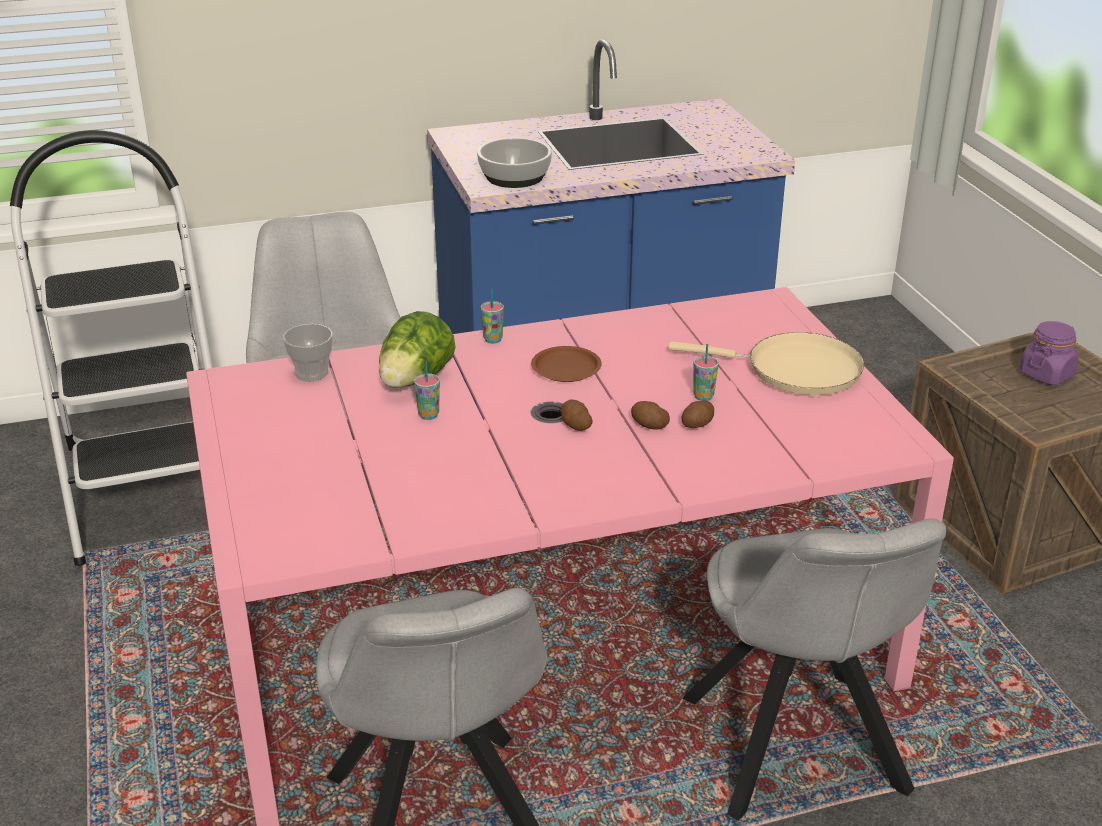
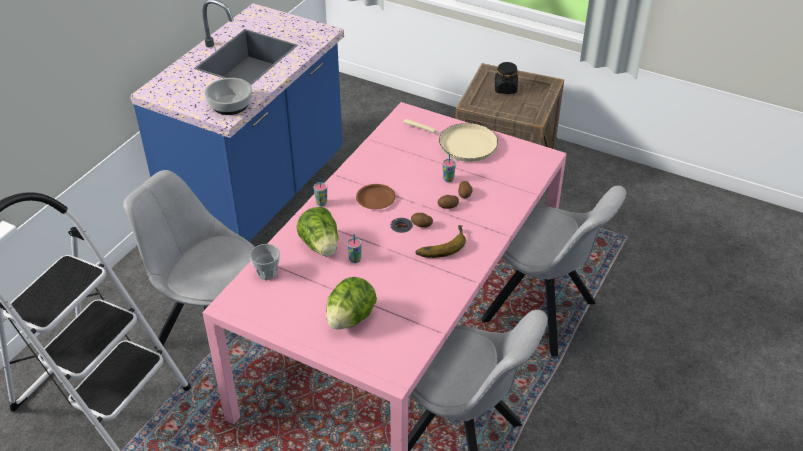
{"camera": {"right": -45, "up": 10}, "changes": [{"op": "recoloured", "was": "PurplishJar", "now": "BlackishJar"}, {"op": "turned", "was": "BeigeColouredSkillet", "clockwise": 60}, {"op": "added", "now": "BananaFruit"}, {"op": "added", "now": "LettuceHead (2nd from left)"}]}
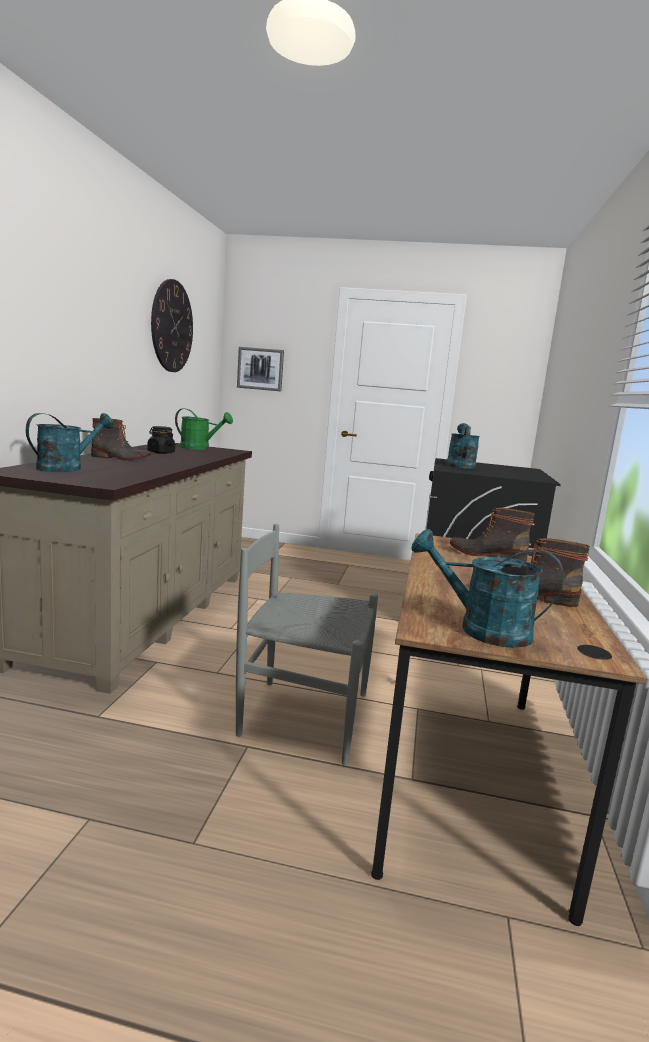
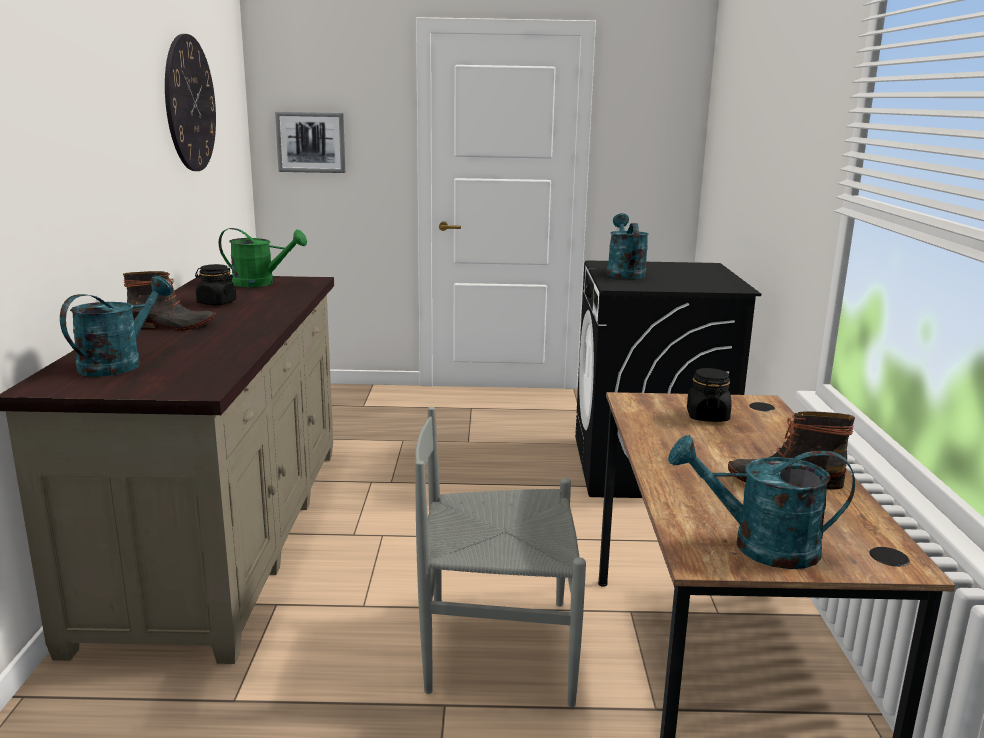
{"camera": {"right": -10, "up": 5}, "changes": [{"op": "replaced", "was": "Boot (2nd from left)", "now": "BlackishJar (2nd from left)"}]}
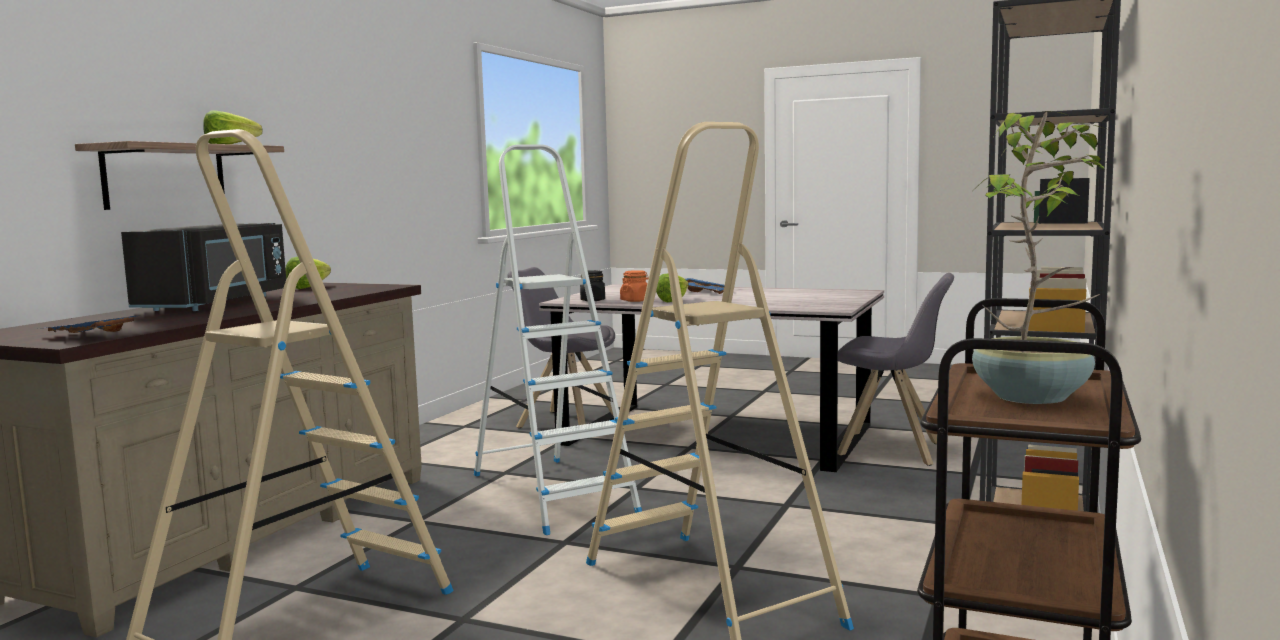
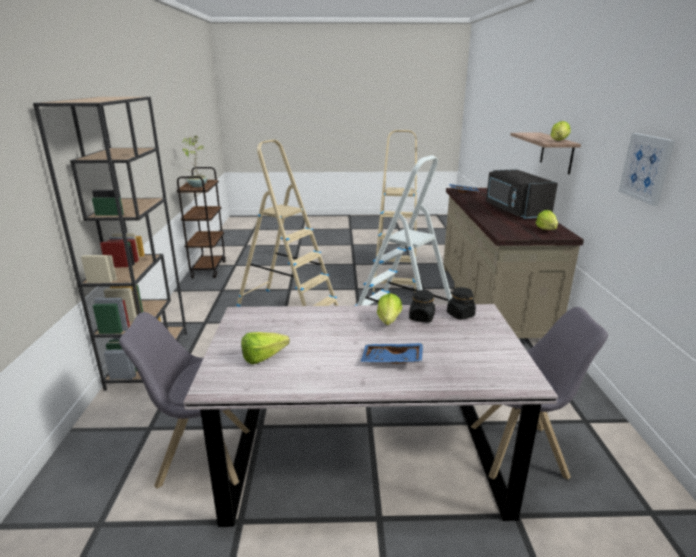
{"camera": {"right": 155, "up": 15}, "changes": [{"op": "recoloured", "was": "OrangeColouredJar", "now": "BlackishJar (1st from left)"}, {"op": "added", "now": "WallPicture"}, {"op": "added", "now": "LettuceHead (1st from left)"}]}
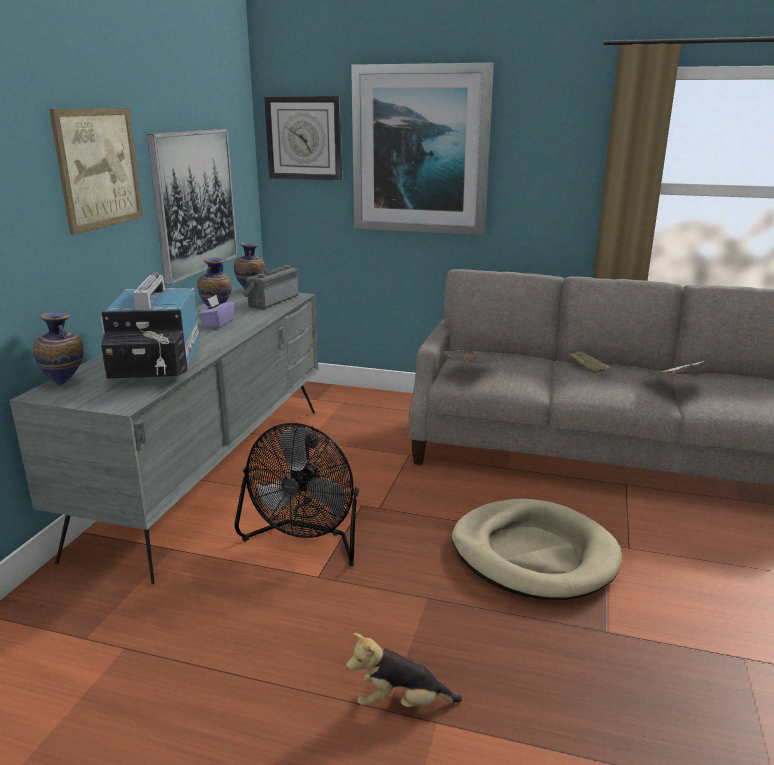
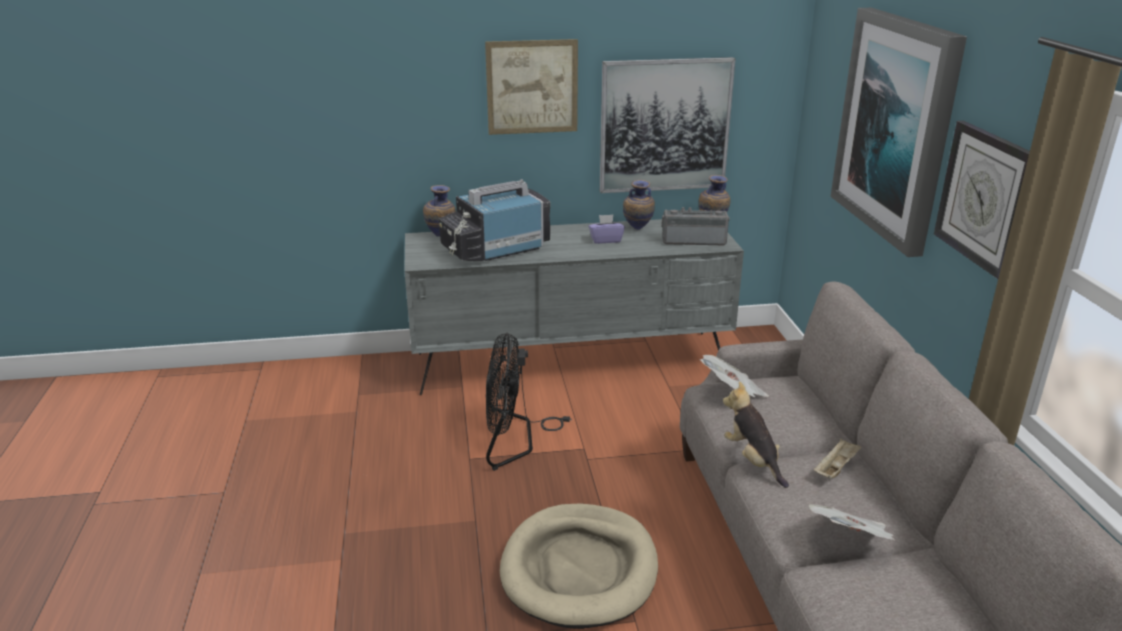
{"camera": {"right": 65, "up": 5}, "changes": [{"op": "moved", "was": "ClockOnTheWall"}, {"op": "moved", "was": "SoftToy"}]}
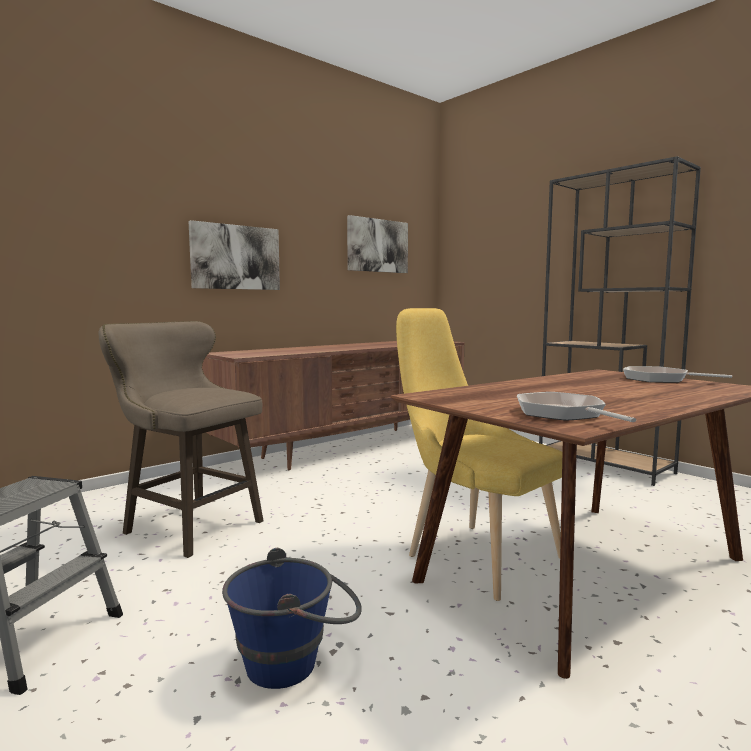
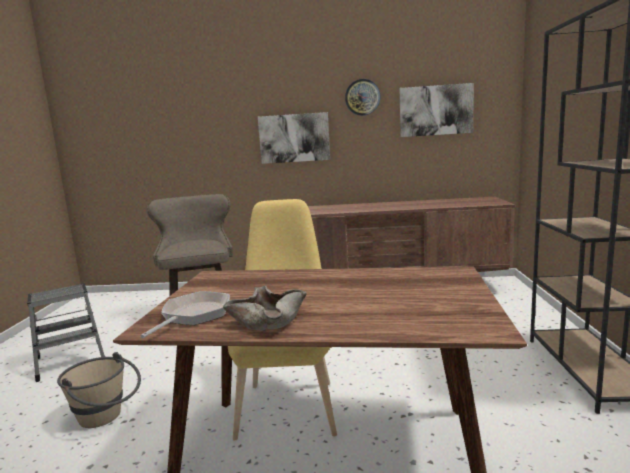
{"camera": {"right": 45, "up": 5}, "changes": [{"op": "removed", "was": "Skillet (2nd from left)"}, {"op": "recoloured", "was": "BluishBucket", "now": "BeigeColouredBucket"}, {"op": "added", "now": "ClockOnTheWall"}, {"op": "added", "now": "BeigeColouredBowl"}]}
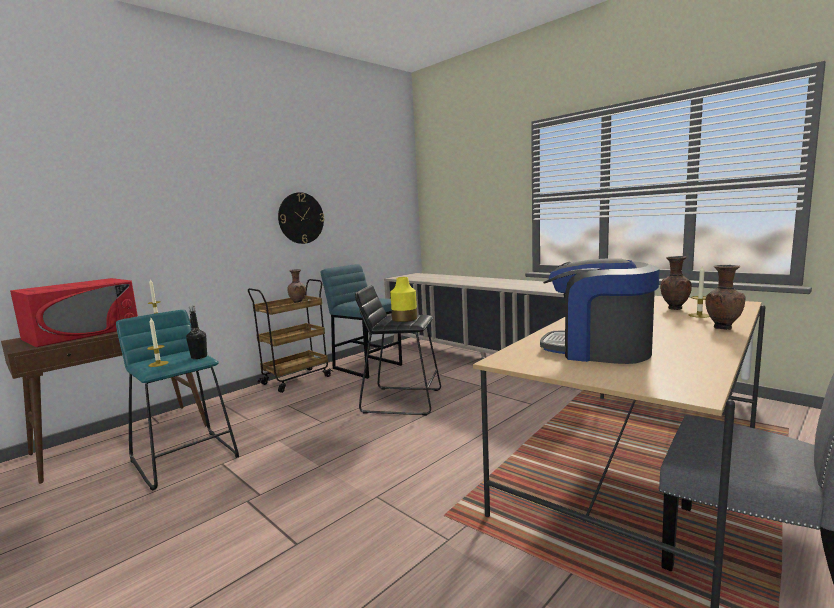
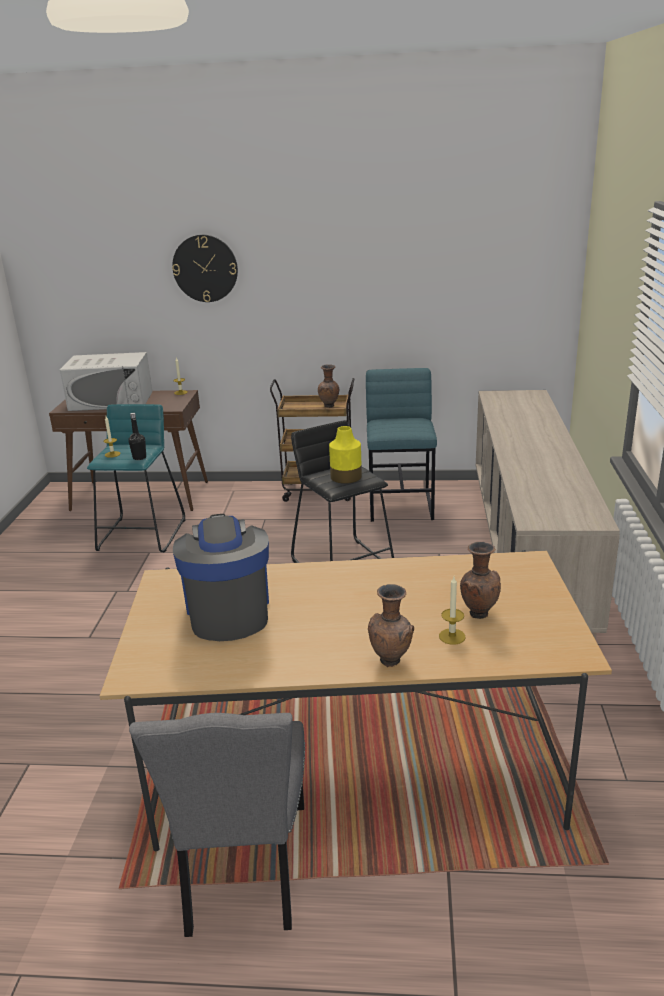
{"camera": {"right": 50, "up": 15}, "changes": [{"op": "moved", "was": "ClockOnTheWall"}, {"op": "recoloured", "was": "RedColouredMicrowaveOven", "now": "WhiteColouredMicrowaveOven"}]}
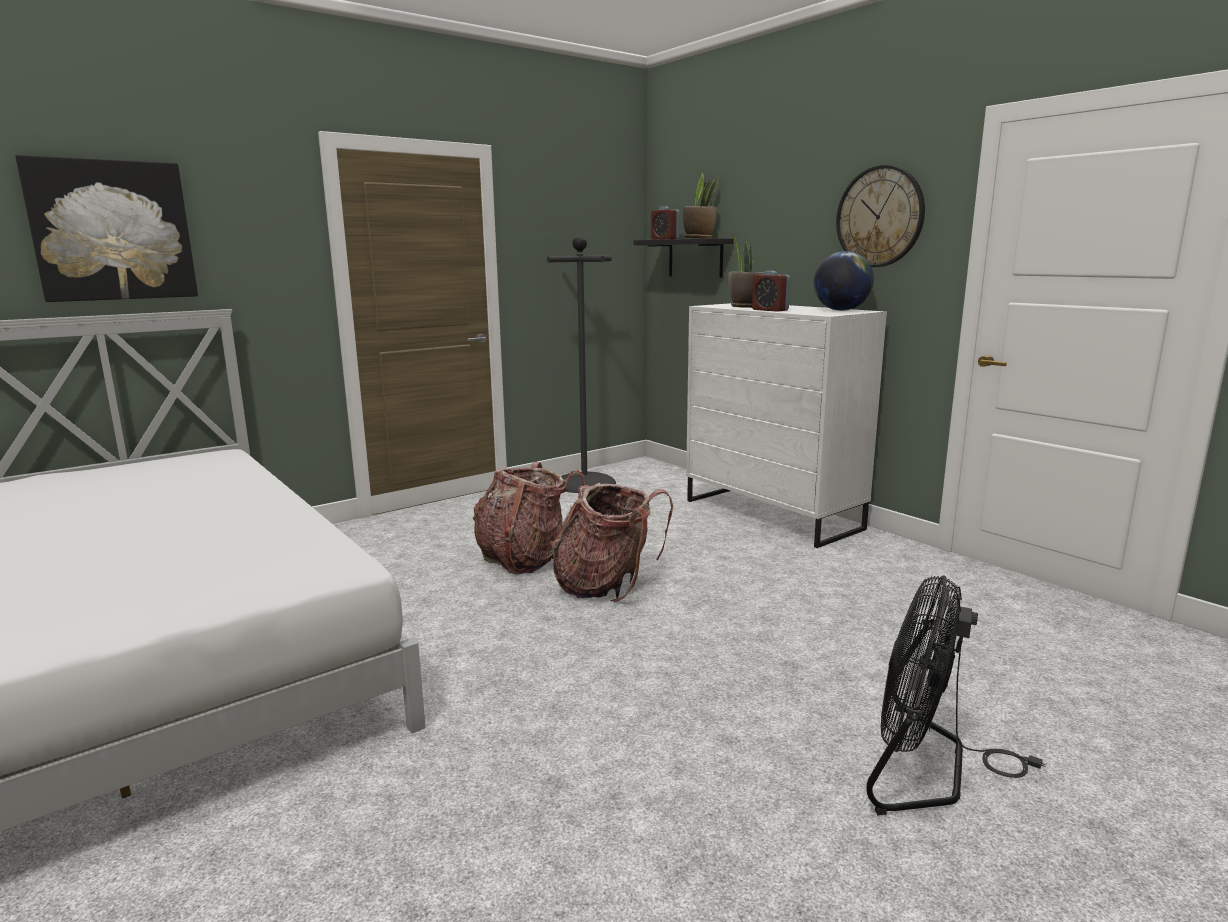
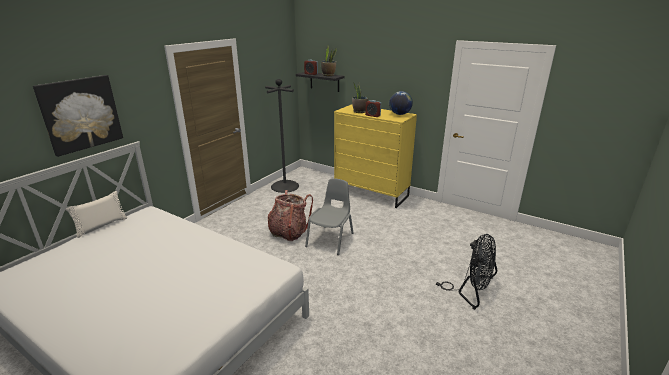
{"camera": {"right": -20, "up": 10}, "changes": [{"op": "removed", "was": "ClockOnTheWall"}, {"op": "recoloured", "was": "WhiteColouredDresser", "now": "YellowishDresser"}, {"op": "replaced", "was": "Rucksack (2nd from left)", "now": "GreyUprightChair"}, {"op": "turned", "was": "BlackishFan", "clockwise": -150}, {"op": "added", "now": "WhiteColouredPillow"}]}
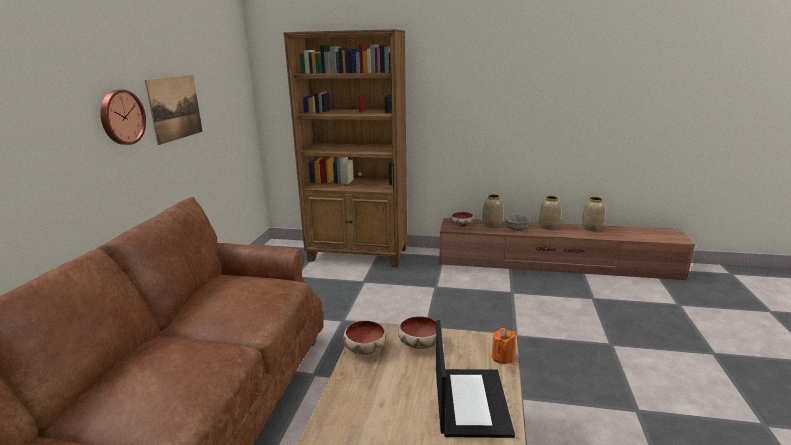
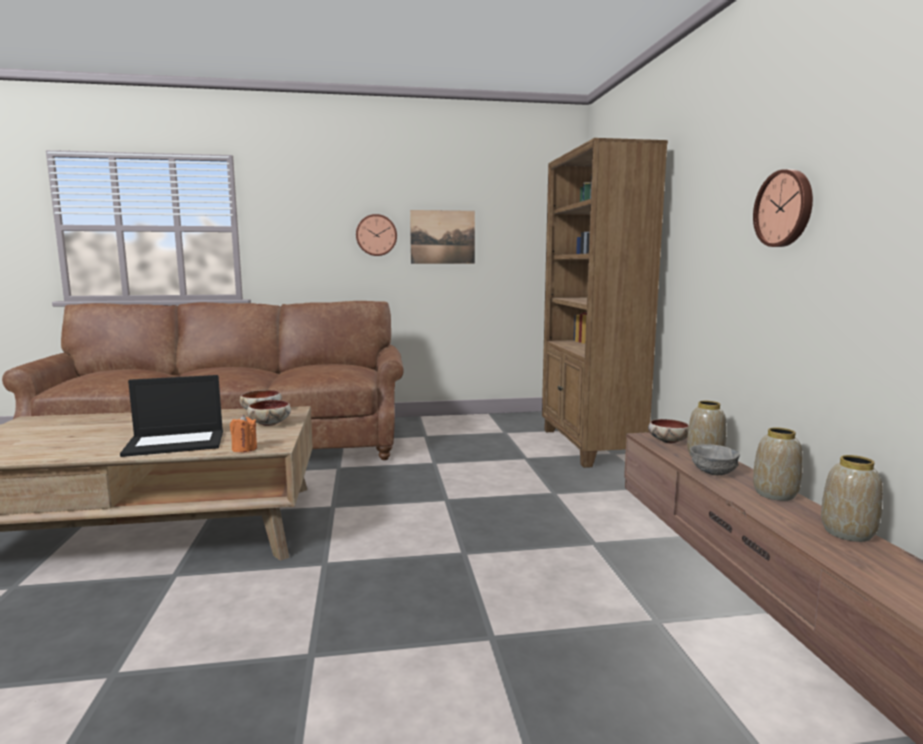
{"camera": {"right": 70, "up": -10}, "changes": [{"op": "added", "now": "ClockOnTheWall (2nd from left)"}]}
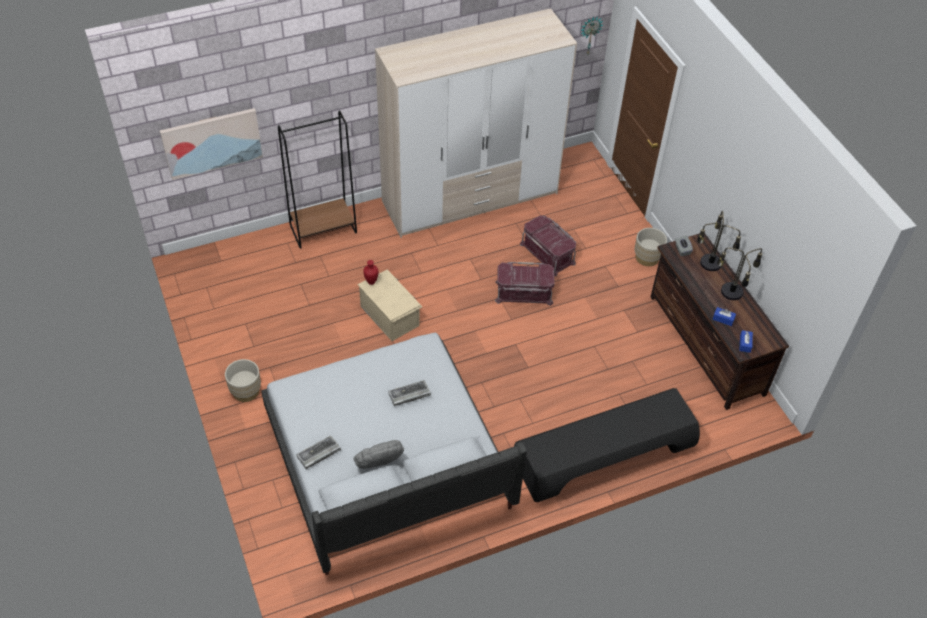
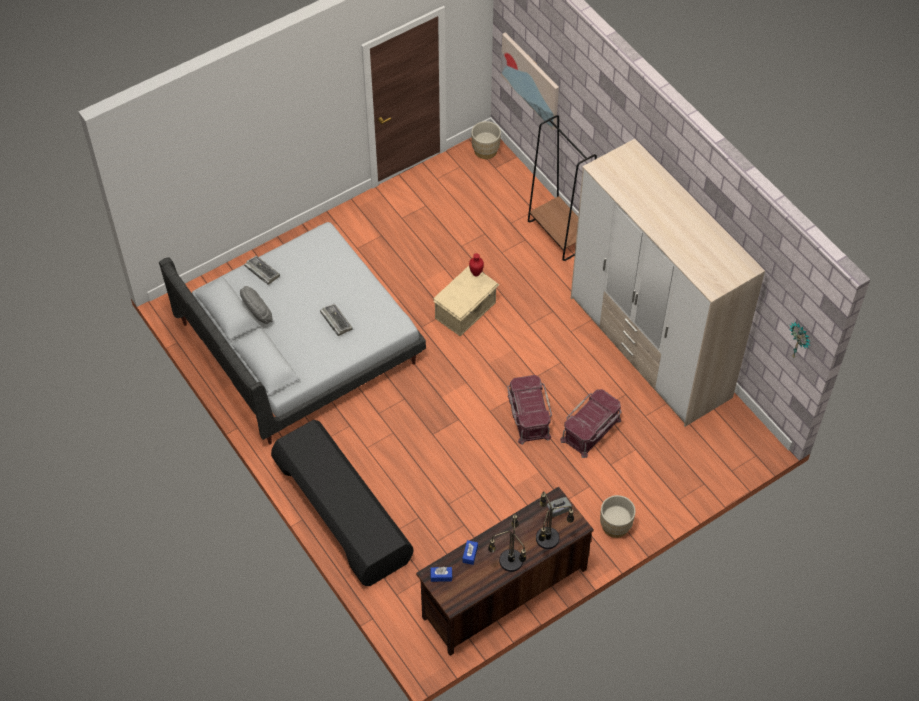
{"camera": {"right": 80, "up": 5}, "changes": [{"op": "moved", "was": "BeigeColouredFlowerPot (1st from left)"}]}
